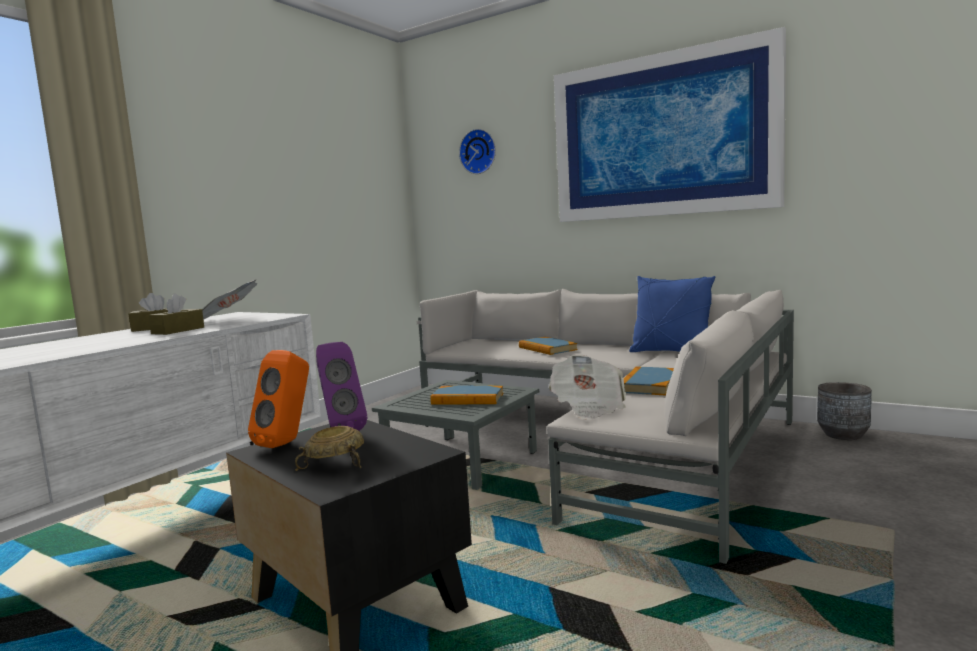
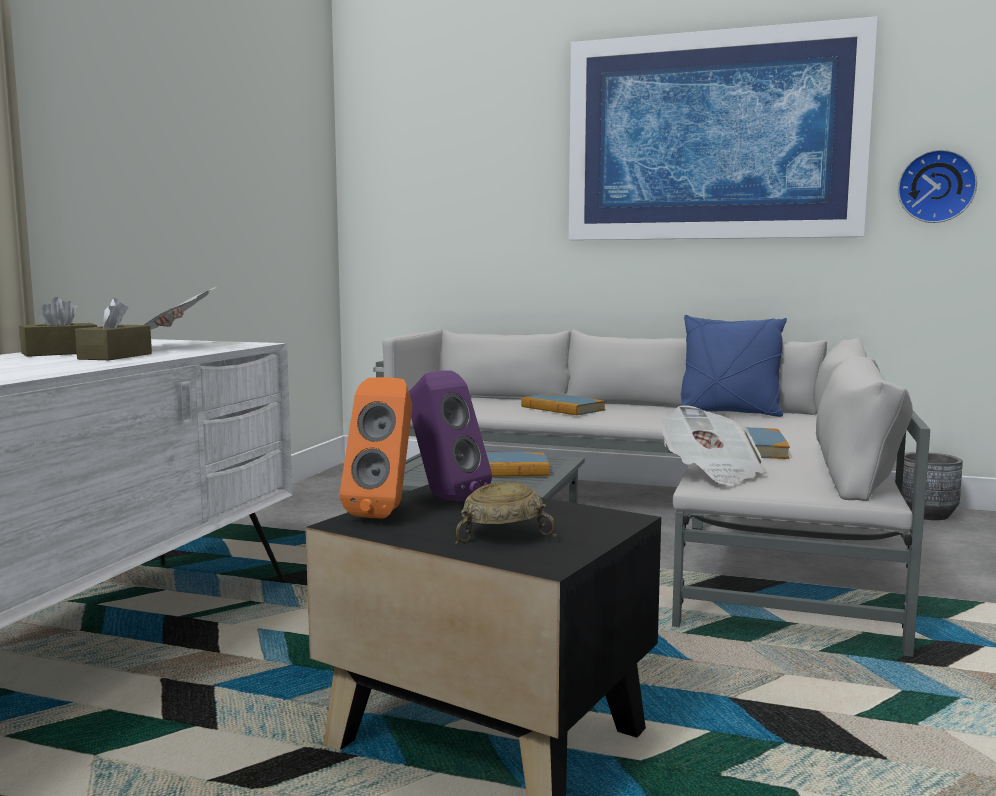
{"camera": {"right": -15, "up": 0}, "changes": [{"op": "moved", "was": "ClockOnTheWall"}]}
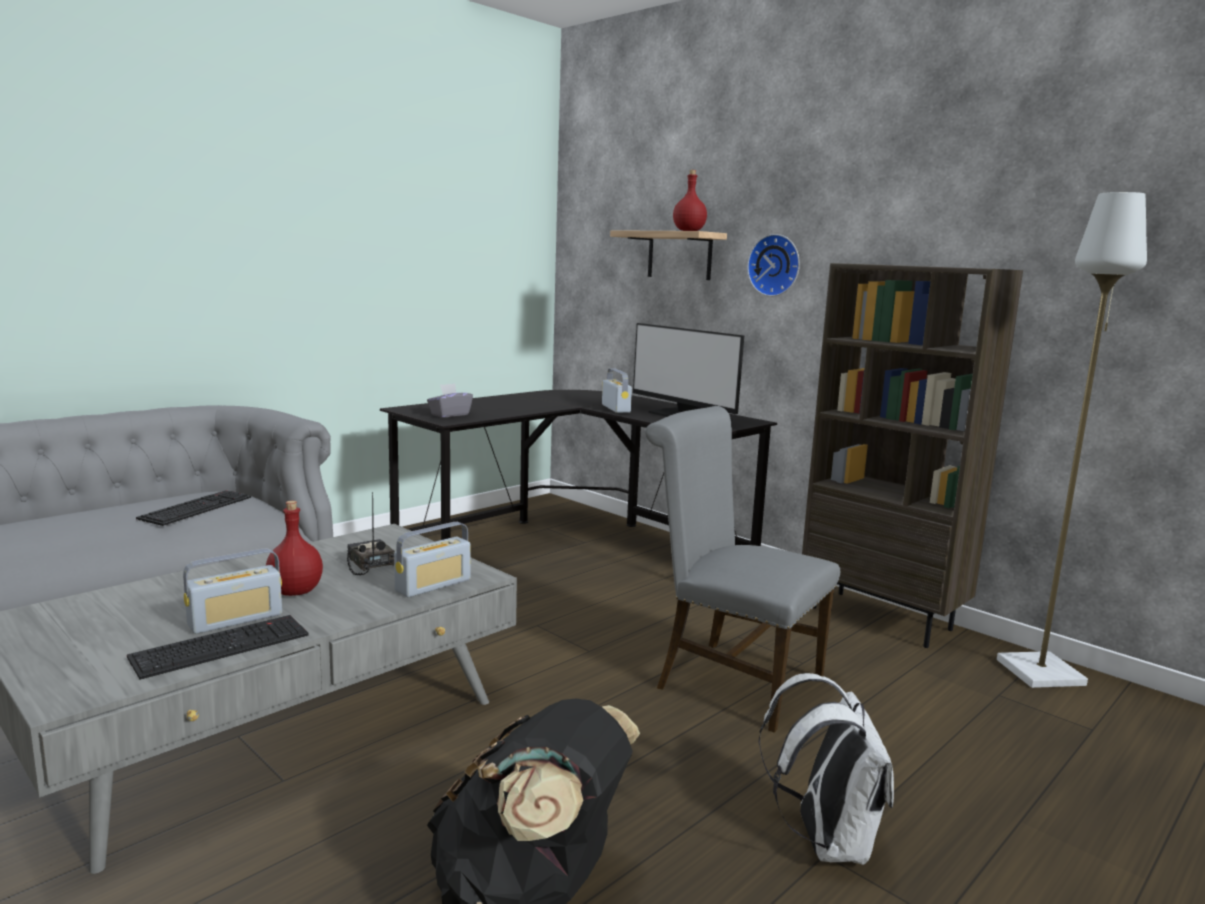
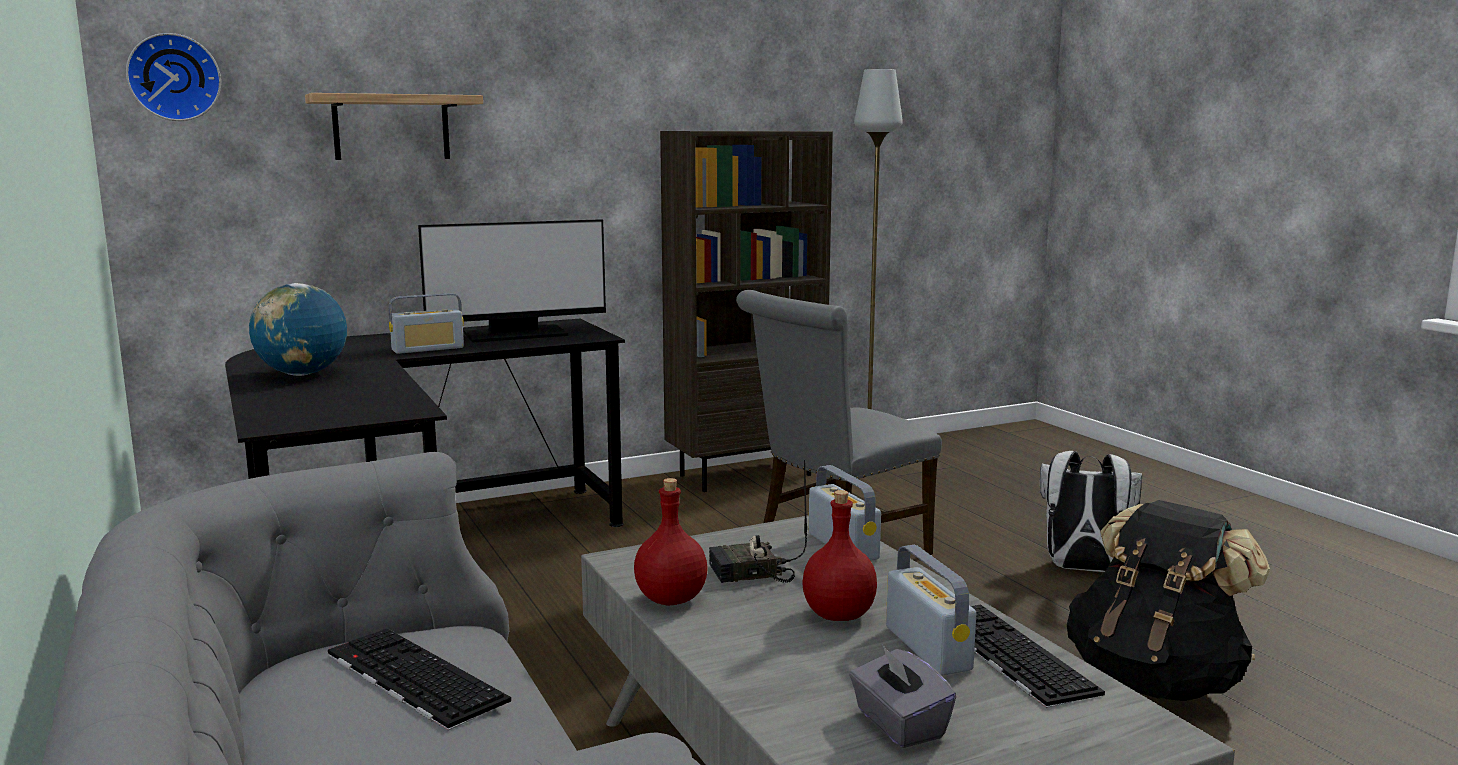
{"camera": {"right": -70, "up": 0}, "changes": [{"op": "moved", "was": "RedColouredBeverageBottle (2nd from left in the first image)", "now": "RedColouredBeverageBottle (1st from left)"}, {"op": "moved", "was": "ClockOnTheWall"}, {"op": "turned", "was": "RadioReceiver (4th from left in the first image)", "clockwise": 150}, {"op": "moved", "was": "GreyTissueBox"}, {"op": "added", "now": "DeskGlobe"}]}
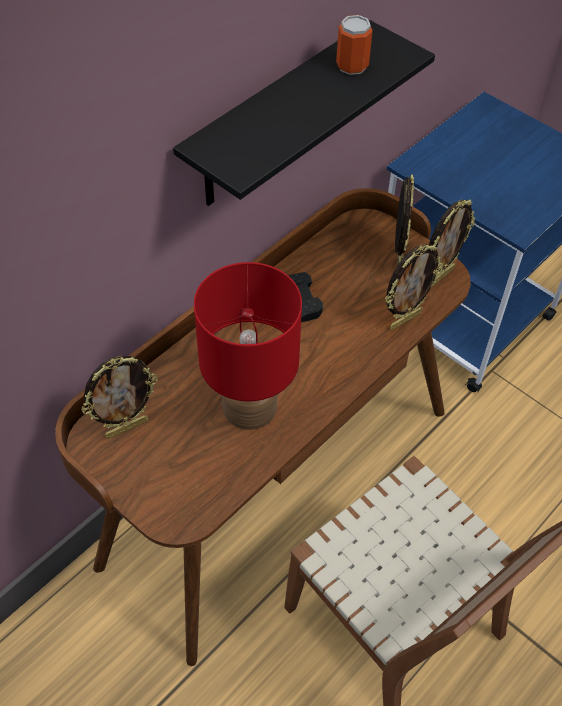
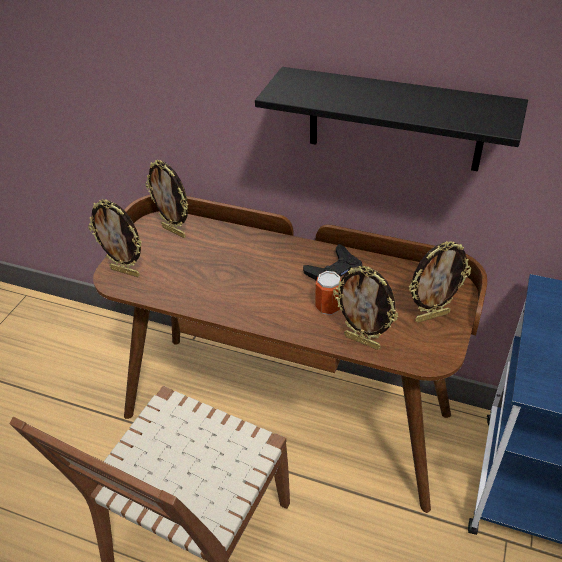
{"camera": {"right": 70, "up": -10}, "changes": [{"op": "moved", "was": "SealedCan"}, {"op": "moved", "was": "StandingFrame (4th from left in the first image)", "now": "StandingFrame (1st from left)"}, {"op": "removed", "was": "RedColouredLampForATable"}]}
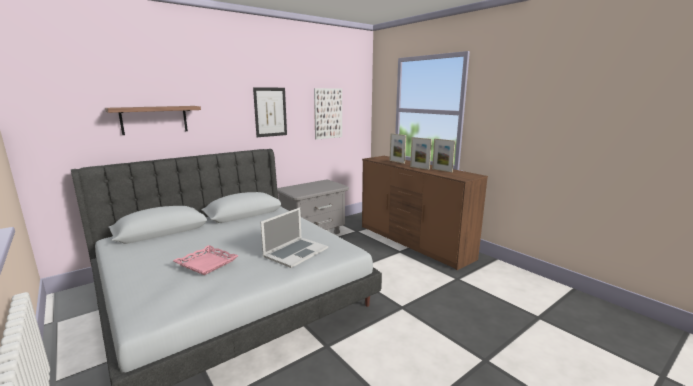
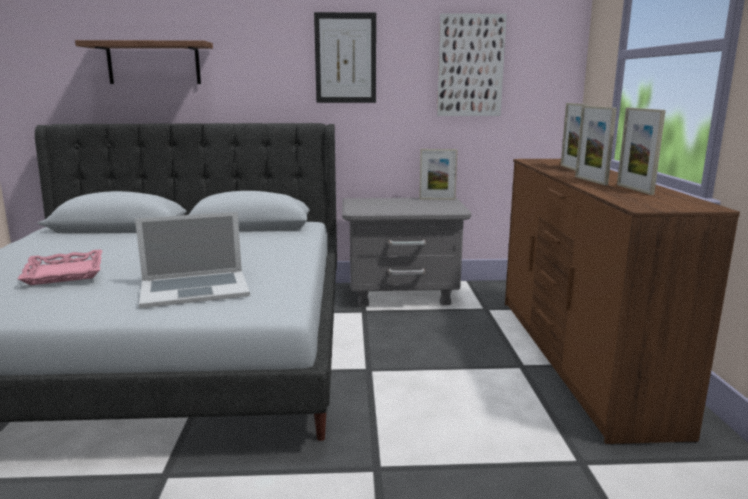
{"camera": {"right": 35, "up": 0}, "changes": [{"op": "added", "now": "StandingFrame (1st from left)"}]}
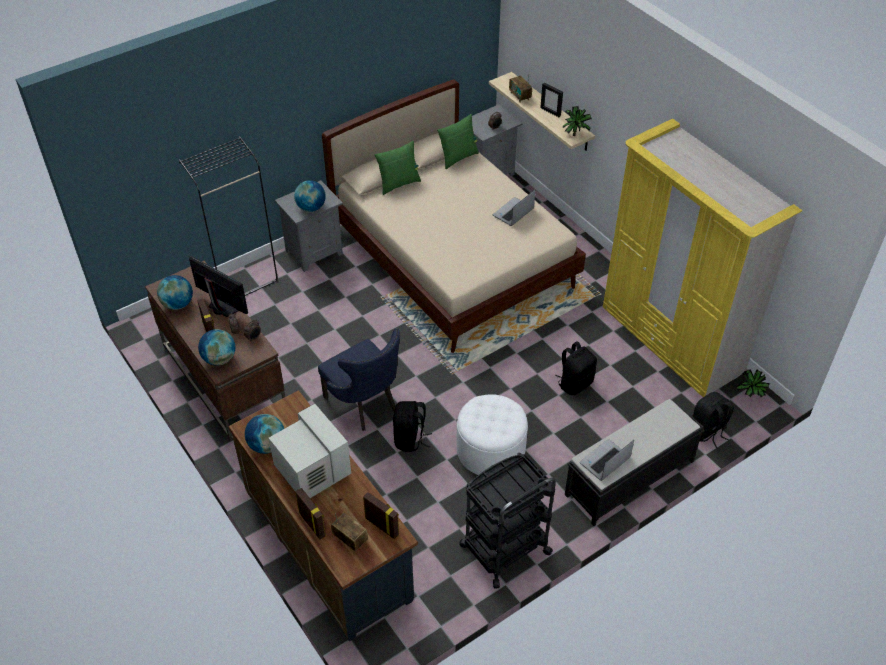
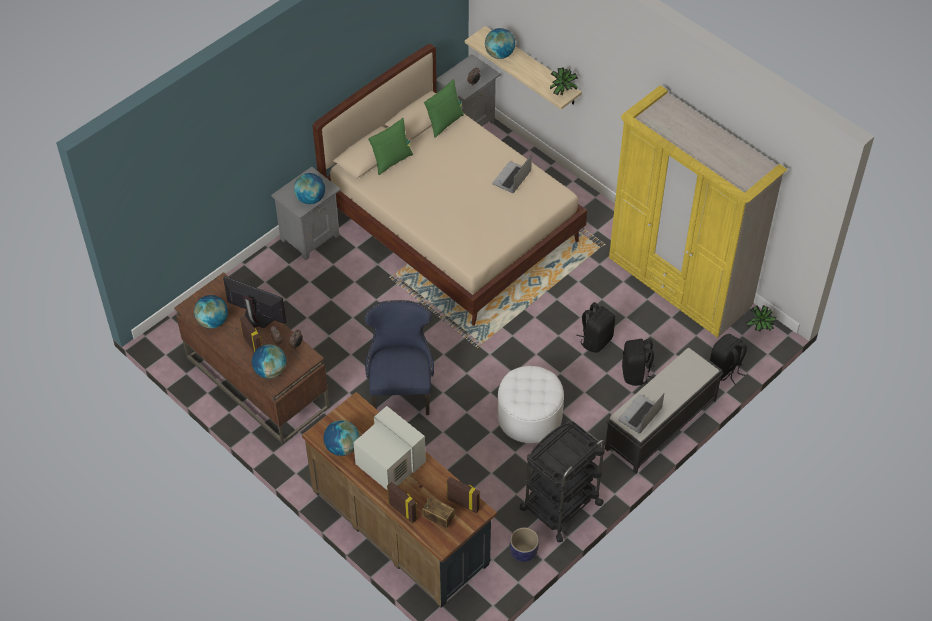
{"camera": {"right": -10, "up": 5}, "changes": [{"op": "replaced", "was": "RadioReceiver (2nd from left)", "now": "DeskGlobe (5th from left)"}, {"op": "removed", "was": "StandingFrame (4th from left)"}, {"op": "removed", "was": "BlackishGarmentStand"}, {"op": "turned", "was": "BluishUprightChair", "clockwise": -135}, {"op": "moved", "was": "BlackishRucksack (1st from left in the first image)", "now": "BlackishRucksack (2nd from left)"}, {"op": "added", "now": "FlowerPot"}]}
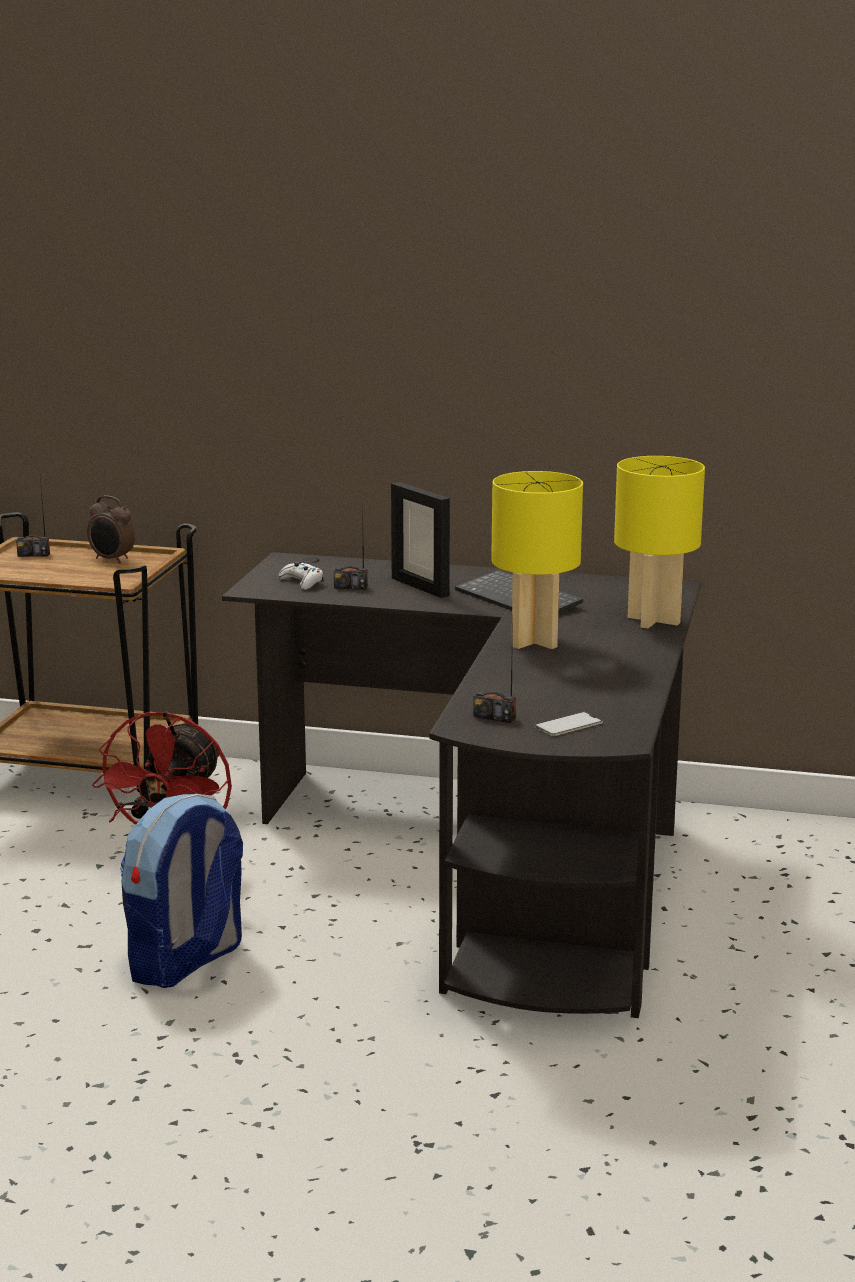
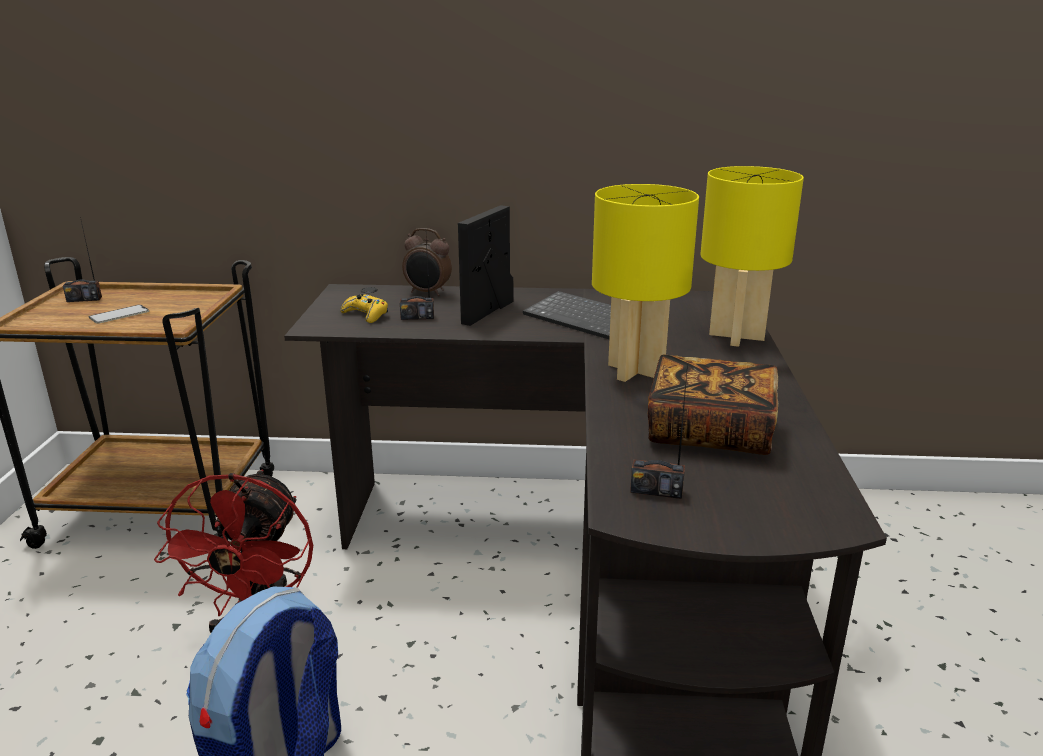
{"camera": {"right": -10, "up": 5}, "changes": [{"op": "turned", "was": "StandingFrame", "clockwise": 75}, {"op": "moved", "was": "TableClock"}, {"op": "recoloured", "was": "WhiteColouredGameController", "now": "YellowishGameController"}, {"op": "moved", "was": "Handset"}, {"op": "added", "now": "BoundBook"}]}
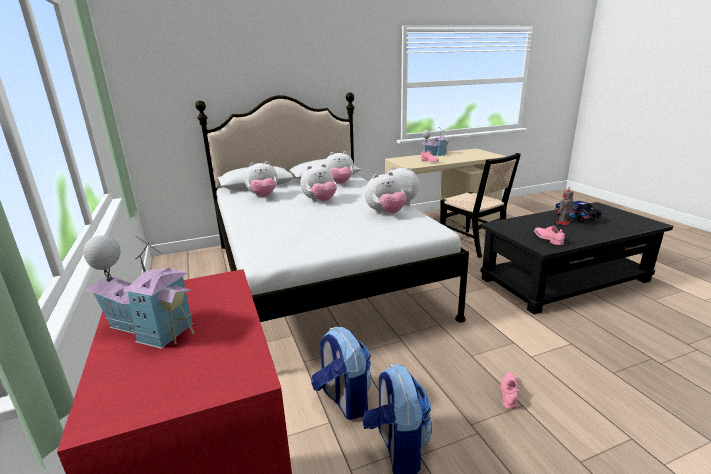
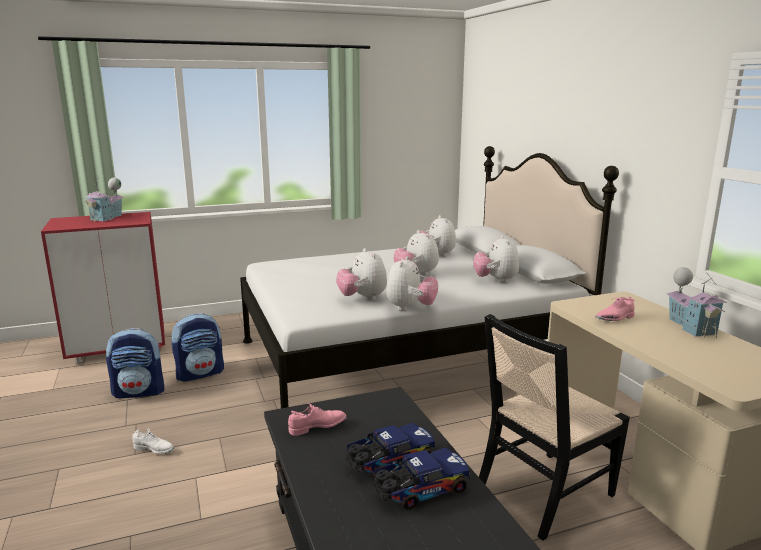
{"camera": {"right": 90, "up": -5}, "changes": [{"op": "replaced", "was": "RobotFigure", "now": "ModelTruck (1st from left)"}, {"op": "recoloured", "was": "PinkItemOfFootwear (2nd from left)", "now": "WhiteColouredItemOfFootwear"}]}
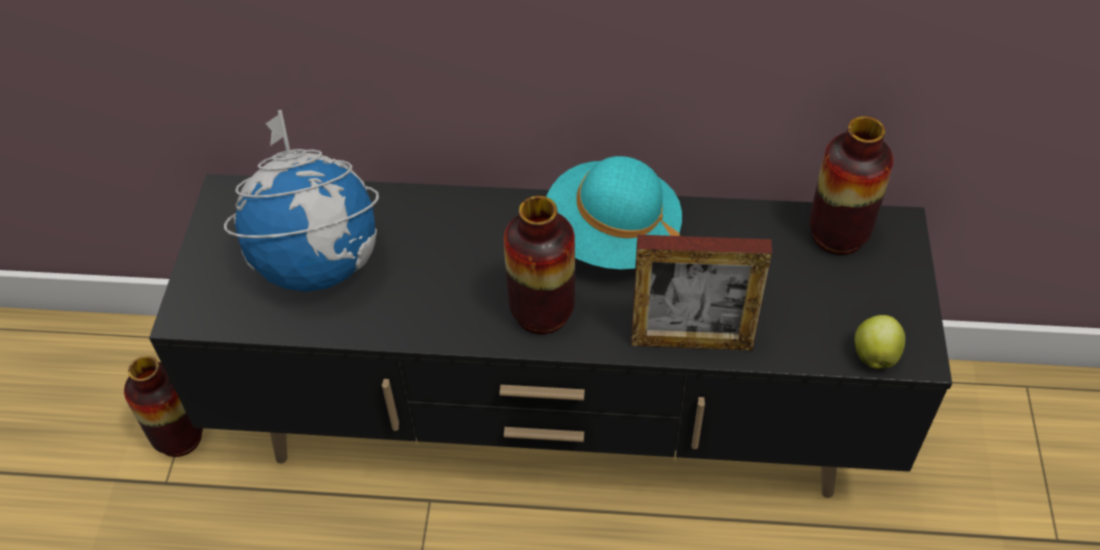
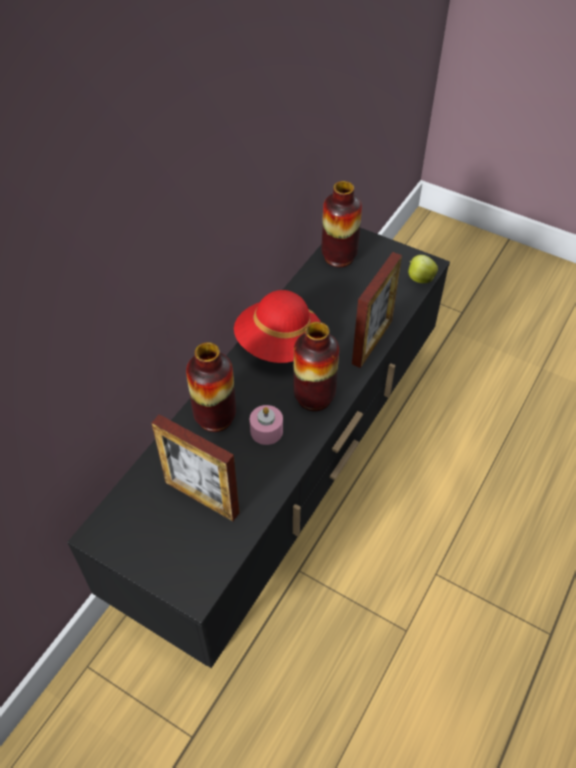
{"camera": {"right": -65, "up": 0}, "changes": [{"op": "replaced", "was": "DeskGlobe", "now": "StandingFrame (1st from left)"}, {"op": "recoloured", "was": "TurquoiseWearableHat", "now": "RedColouredWearableHat"}, {"op": "moved", "was": "FlowerVase (1st from left)"}, {"op": "added", "now": "PinkCandle"}]}
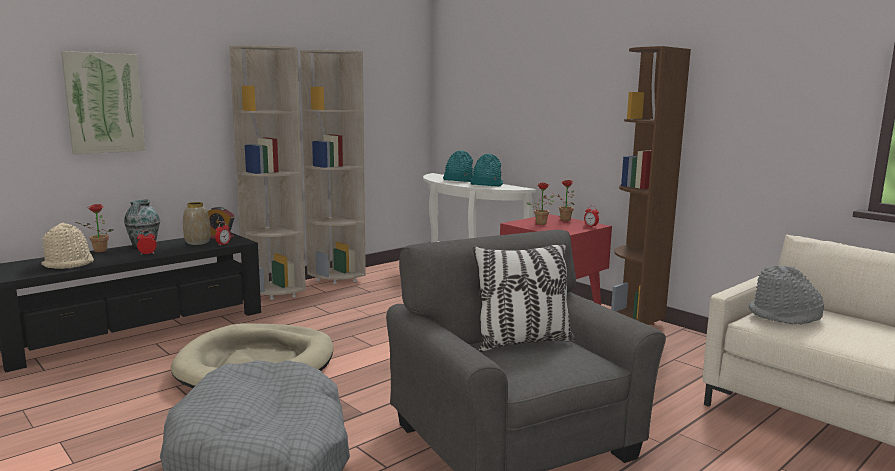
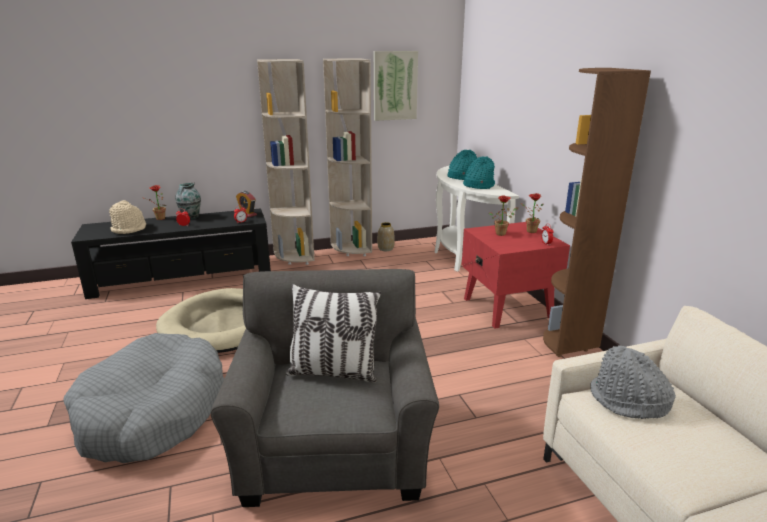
{"camera": {"right": 25, "up": 10}, "changes": [{"op": "moved", "was": "WallPicture"}, {"op": "moved", "was": "FlowerVase (2nd from left)"}]}
